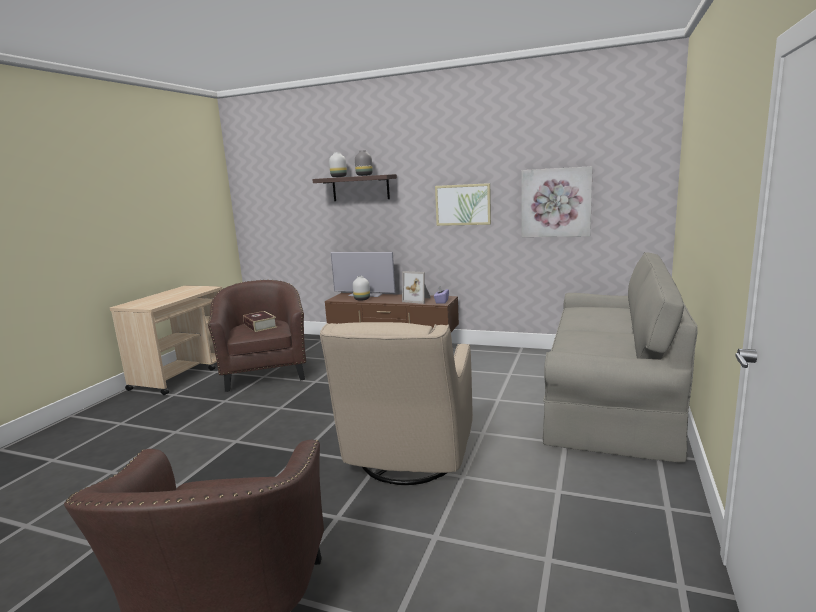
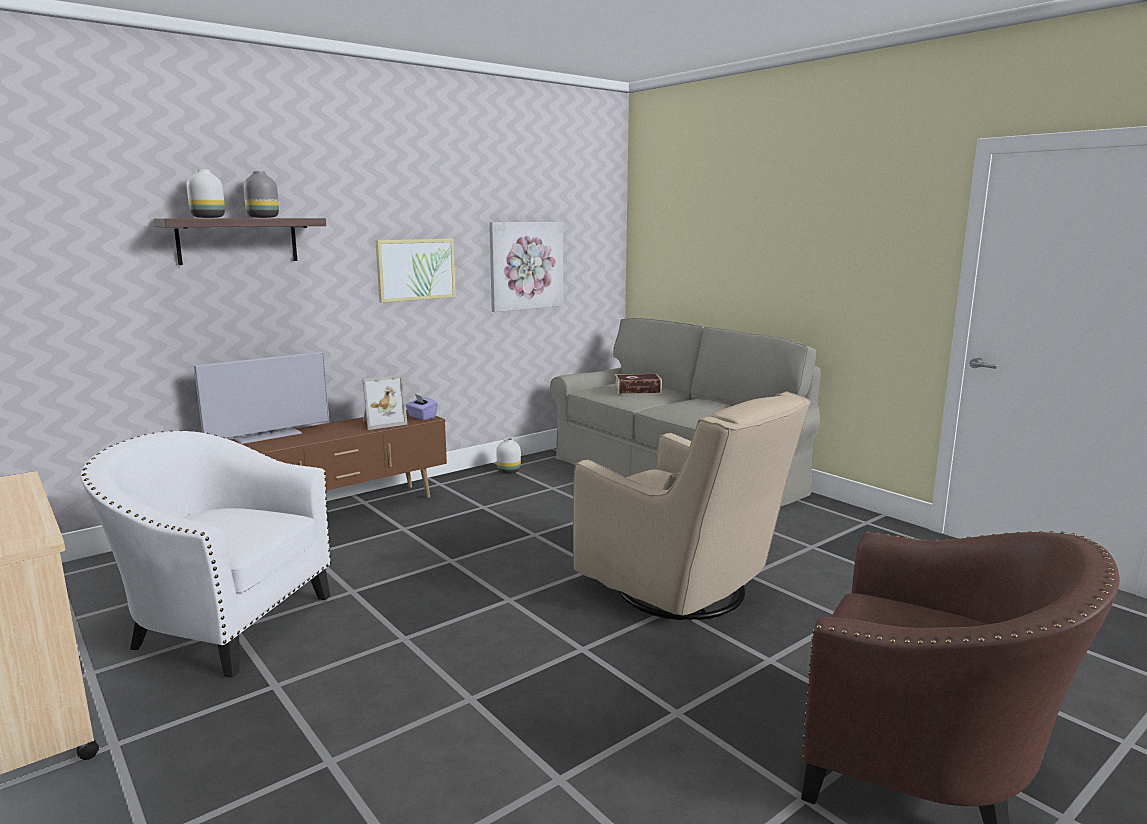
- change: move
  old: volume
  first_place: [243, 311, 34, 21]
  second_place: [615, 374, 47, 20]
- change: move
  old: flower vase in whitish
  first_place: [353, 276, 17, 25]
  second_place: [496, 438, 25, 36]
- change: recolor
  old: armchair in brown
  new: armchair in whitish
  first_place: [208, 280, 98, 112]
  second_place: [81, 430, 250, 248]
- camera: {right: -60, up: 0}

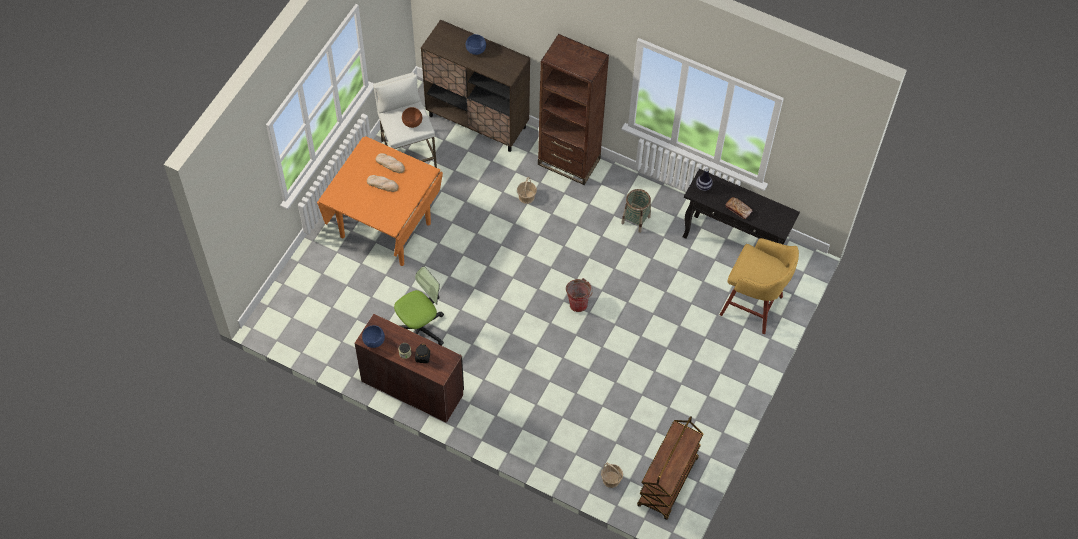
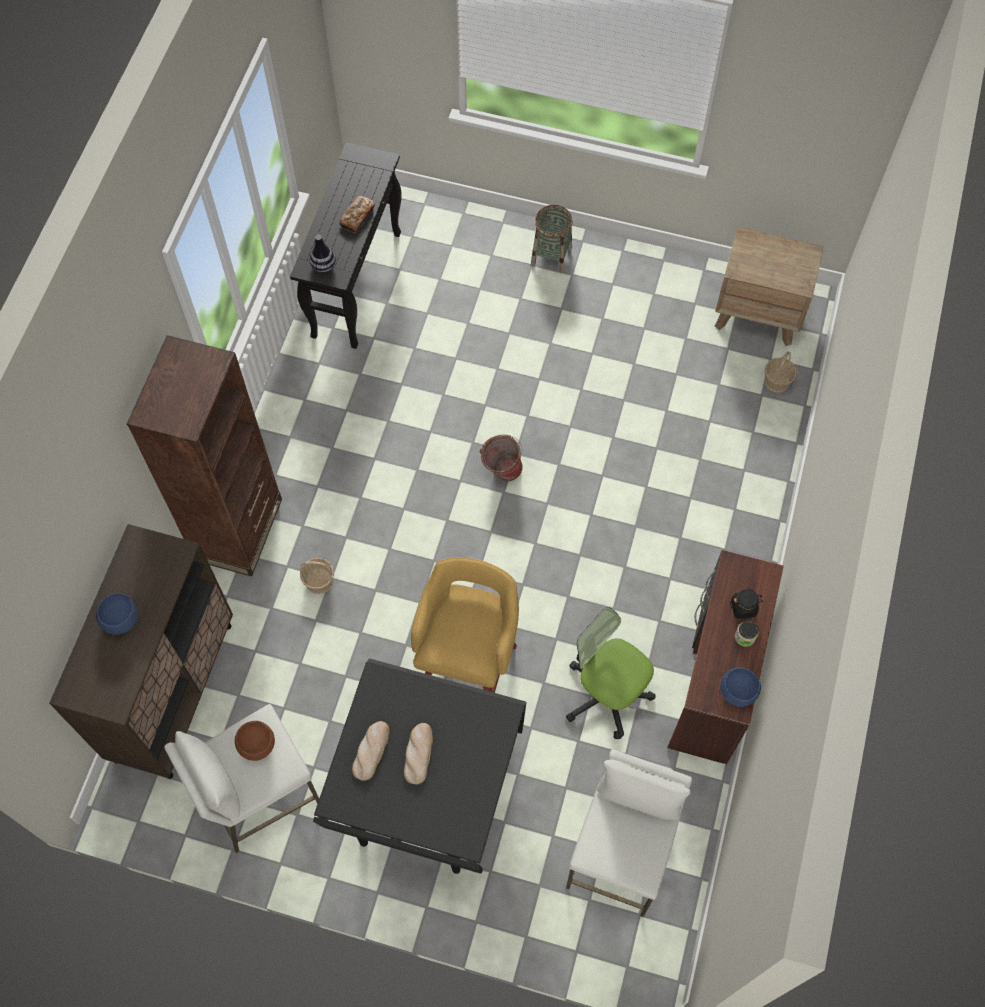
- change: insert
  new: stool seat in whitish
  second_place: [566, 749, 126, 168]
- change: move
  old: storage basket
  first_place: [621, 189, 30, 44]
  second_place: [531, 205, 42, 67]
- change: move
  old: stool seat in yellow-coloured
  first_place: [720, 238, 79, 96]
  second_place: [411, 558, 108, 135]
- change: replace
  old: trolley in brown
  new: night table in brown
  first_place: [637, 416, 67, 104]
  second_place: [715, 227, 109, 119]
- change: recolor
  old: dinner table in orangey
  new: dinner table in black
  first_place: [317, 136, 126, 130]
  second_place: [313, 659, 214, 215]
- camera: {right: -100, up: 5}

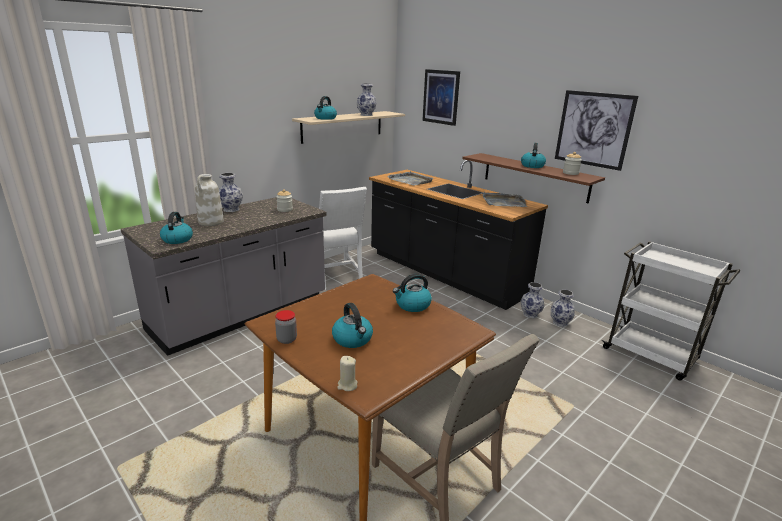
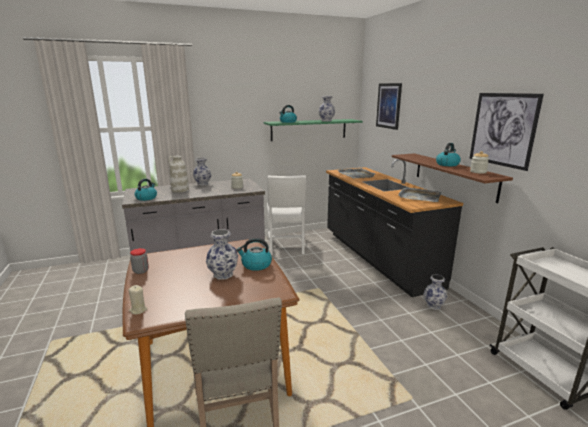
- change: delete
  old: water kettle
  first_place: [332, 303, 41, 45]
- change: move
  old: flower vase
  first_place: [551, 290, 24, 37]
  second_place: [206, 229, 32, 50]
- change: recolor
  old: shelf in beige-coloured
  new: shelf in green-coloured
  first_place: [292, 111, 113, 33]
  second_place: [264, 119, 98, 22]
- camera: {right: 25, up: -5}

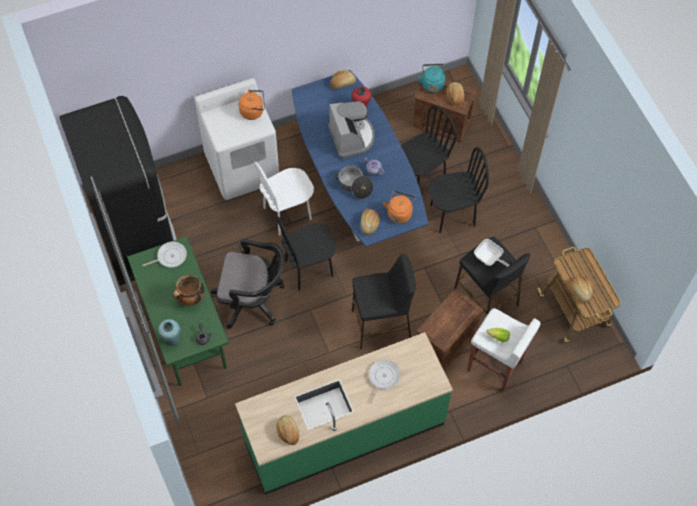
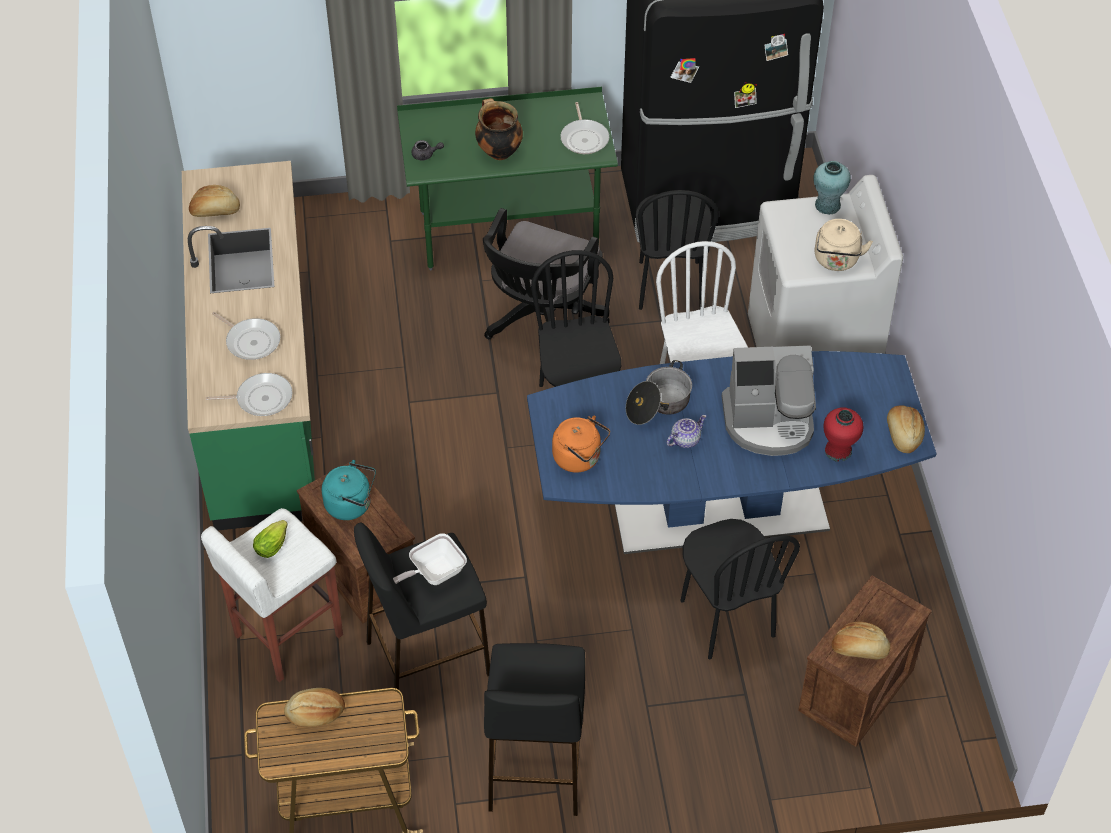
- change: delete
  old: baked bread
  first_place: [361, 209, 19, 26]
- change: insert
  new: pan
  second_place: [206, 373, 86, 43]
- change: move
  old: flower vase in turquoise-coloured
  first_place: [158, 319, 22, 27]
  second_place: [813, 161, 38, 54]
- change: move
  old: stool seat in black
  first_place: [352, 254, 64, 95]
  second_place: [484, 643, 101, 173]
- change: move
  old: water kettle in turquoise-coloured
  first_place: [417, 64, 28, 29]
  second_place: [322, 460, 54, 60]
- change: move
  old: upright chair in black
  first_place: [429, 147, 60, 86]
  second_place: [635, 190, 84, 120]
- change: recolor
  old: water kettle in orangey
  new: water kettle in beige-coloured
  first_place: [239, 89, 26, 31]
  second_place: [815, 219, 58, 52]
- camera: {right: 105, up: -10}

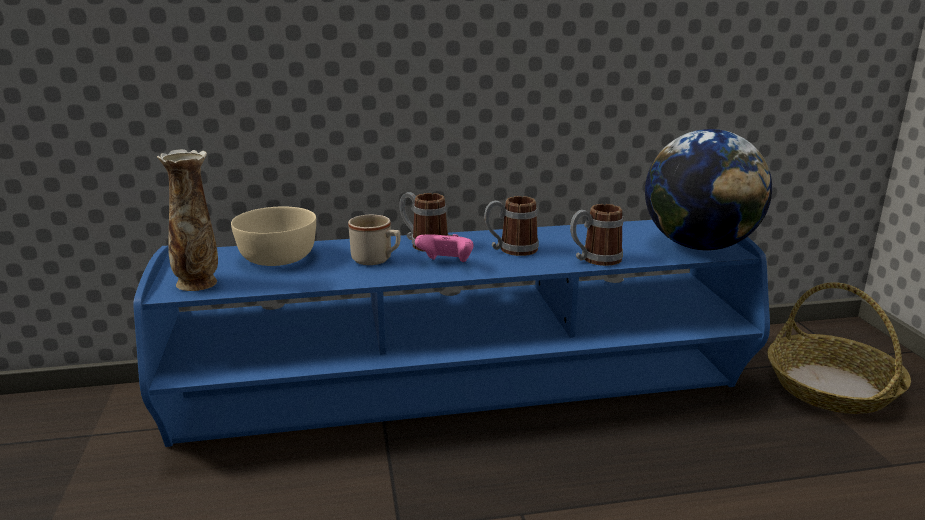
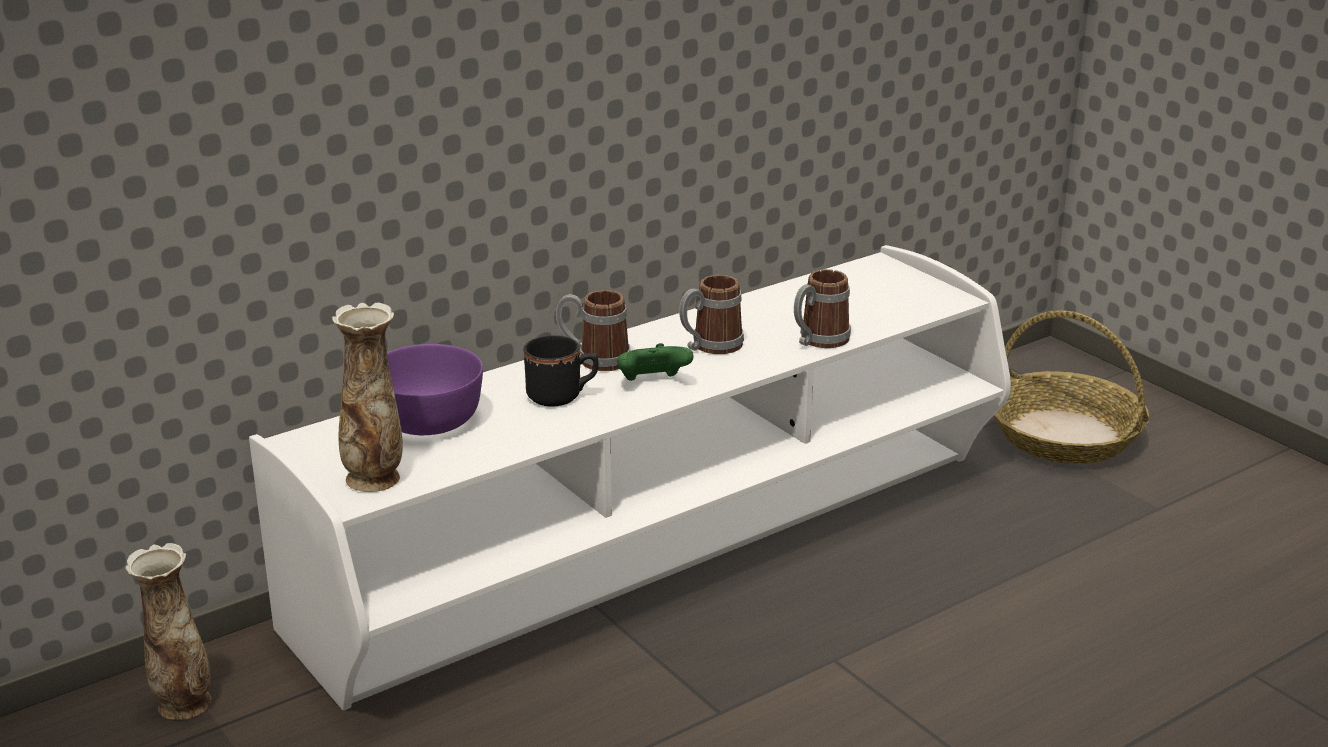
- change: delete
  old: world globe
  first_place: [645, 129, 127, 121]
- change: insert
  new: flower vase
  second_place: [125, 543, 86, 177]
- change: recolor
  old: media console in blue-coloured
  new: media console in whitish
  first_place: [133, 220, 637, 227]
  second_place: [249, 245, 762, 466]
- change: recolor
  old: bowl in beige-coloured
  new: bowl in purple-coloured
  first_place: [231, 207, 85, 59]
  second_place: [387, 344, 96, 91]
- change: recolor
  old: tea mug in beige-coloured
  new: tea mug in black
  first_place: [348, 215, 52, 50]
  second_place: [524, 335, 74, 72]
- change: recolor
  old: joypad in pink-coloured
  new: joypad in green-coloured
  first_place: [415, 234, 59, 28]
  second_place: [617, 343, 77, 38]
- camera: {right: -25, up: 5}

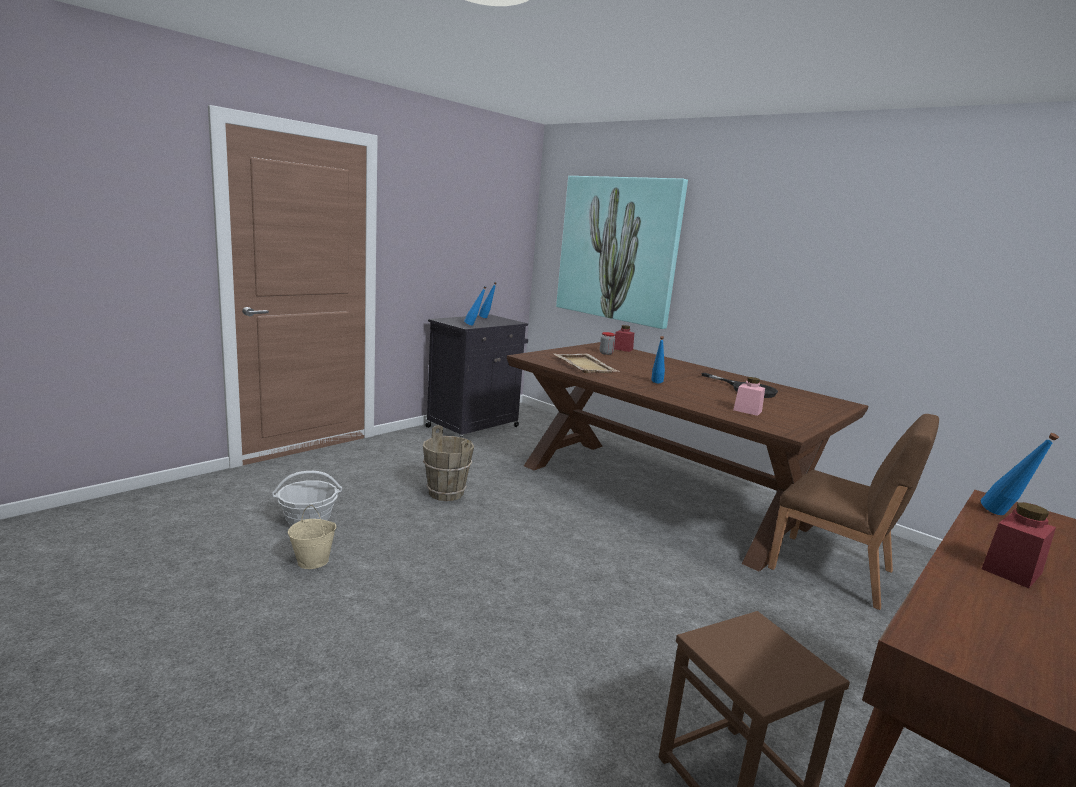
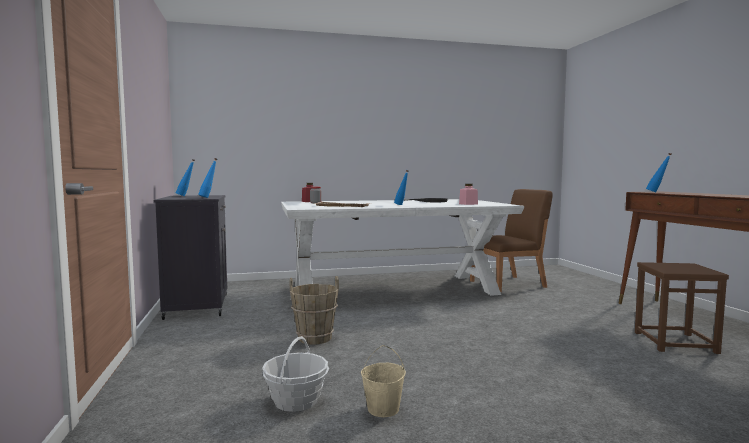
- change: delete
  old: picture
  first_place: [556, 176, 132, 153]
- change: delete
  old: storage jar in red-coloured
  first_place: [982, 502, 74, 86]
- change: recolor
  old: dinner table in brown
  new: dinner table in whitish
  first_place: [507, 342, 361, 230]
  second_place: [281, 199, 243, 97]
- camera: {right: -55, up: -10}

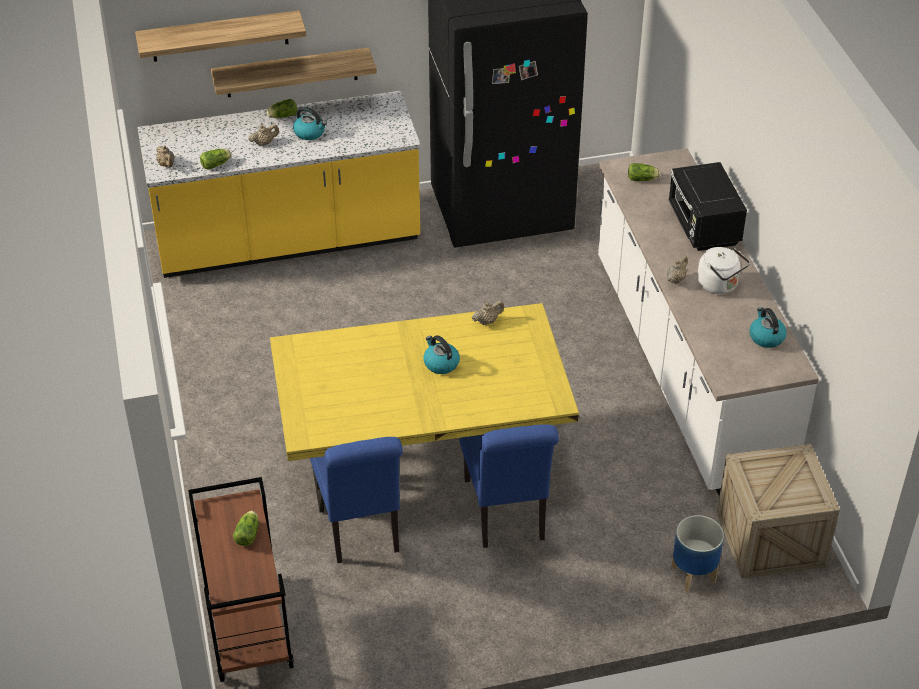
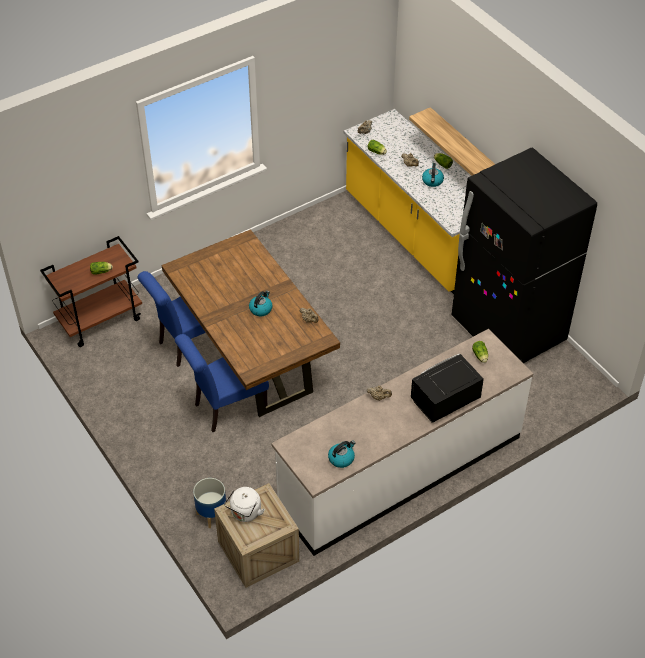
- change: delete
  old: shelf
  first_place: [135, 10, 171, 52]
- change: move
  old: water kettle in whitish
  first_place: [697, 247, 53, 47]
  second_place: [224, 487, 41, 35]
- change: recolor
  old: dinner table in yellow-coloured
  new: dinner table in brown
  first_place: [270, 303, 309, 210]
  second_place: [161, 229, 179, 188]
- camera: {right: 70, up: 5}

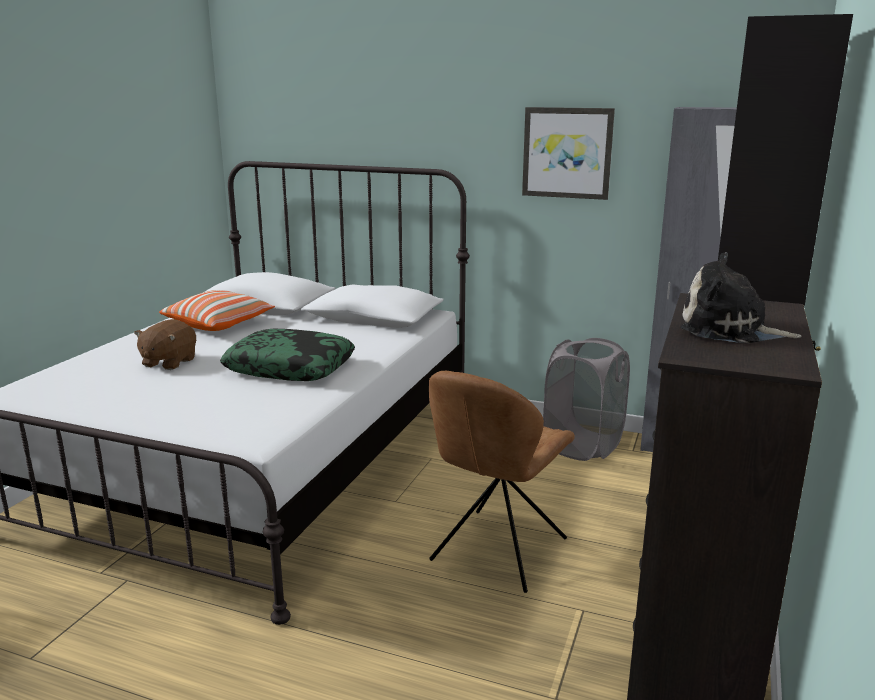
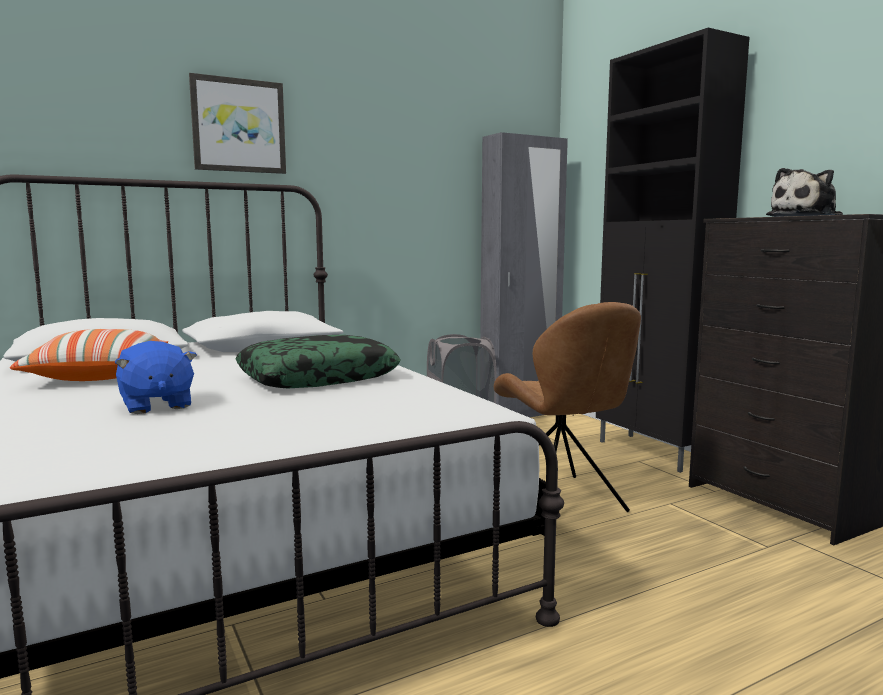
- change: move
  old: picture
  first_place: [522, 107, 93, 93]
  second_place: [189, 73, 97, 101]
- change: recolor
  old: plush toy in brown
  new: plush toy in blue-coloured
  first_place: [134, 319, 62, 51]
  second_place: [115, 341, 82, 73]
- camera: {right: -50, up: -10}

